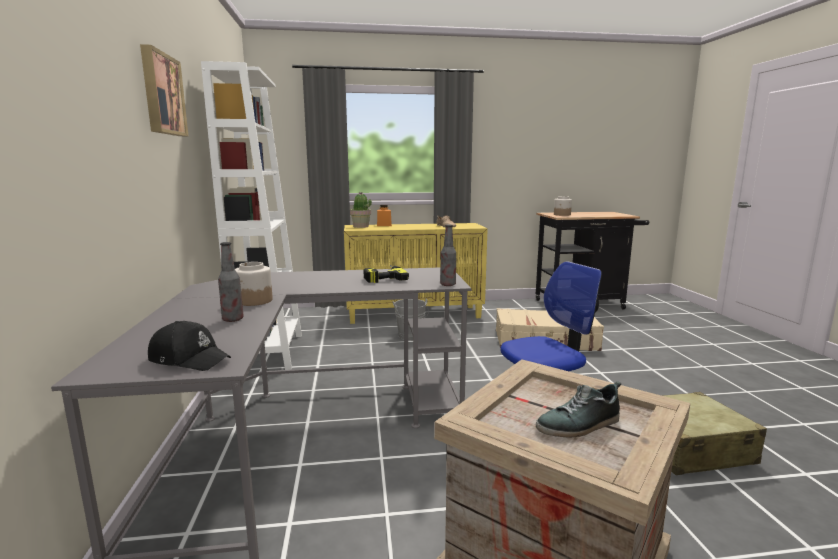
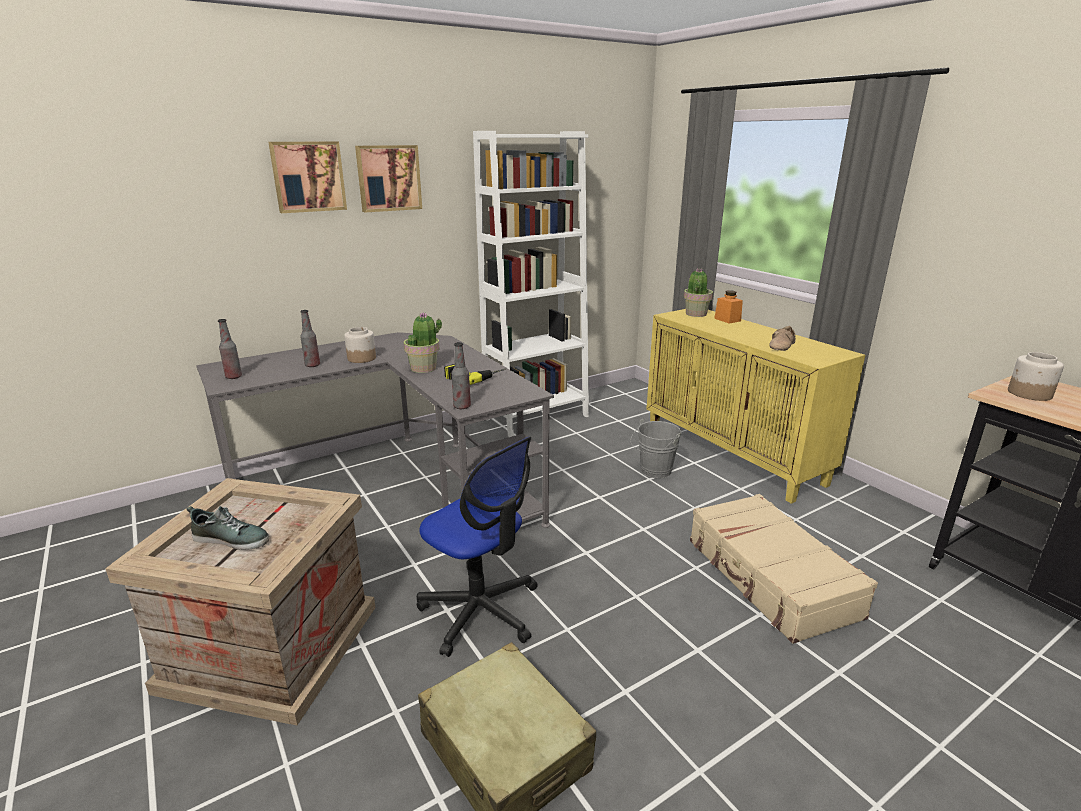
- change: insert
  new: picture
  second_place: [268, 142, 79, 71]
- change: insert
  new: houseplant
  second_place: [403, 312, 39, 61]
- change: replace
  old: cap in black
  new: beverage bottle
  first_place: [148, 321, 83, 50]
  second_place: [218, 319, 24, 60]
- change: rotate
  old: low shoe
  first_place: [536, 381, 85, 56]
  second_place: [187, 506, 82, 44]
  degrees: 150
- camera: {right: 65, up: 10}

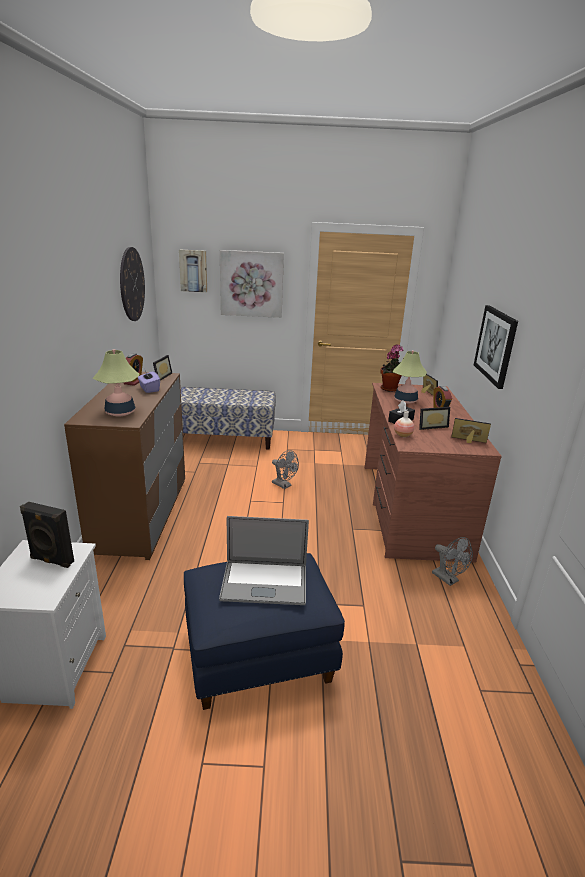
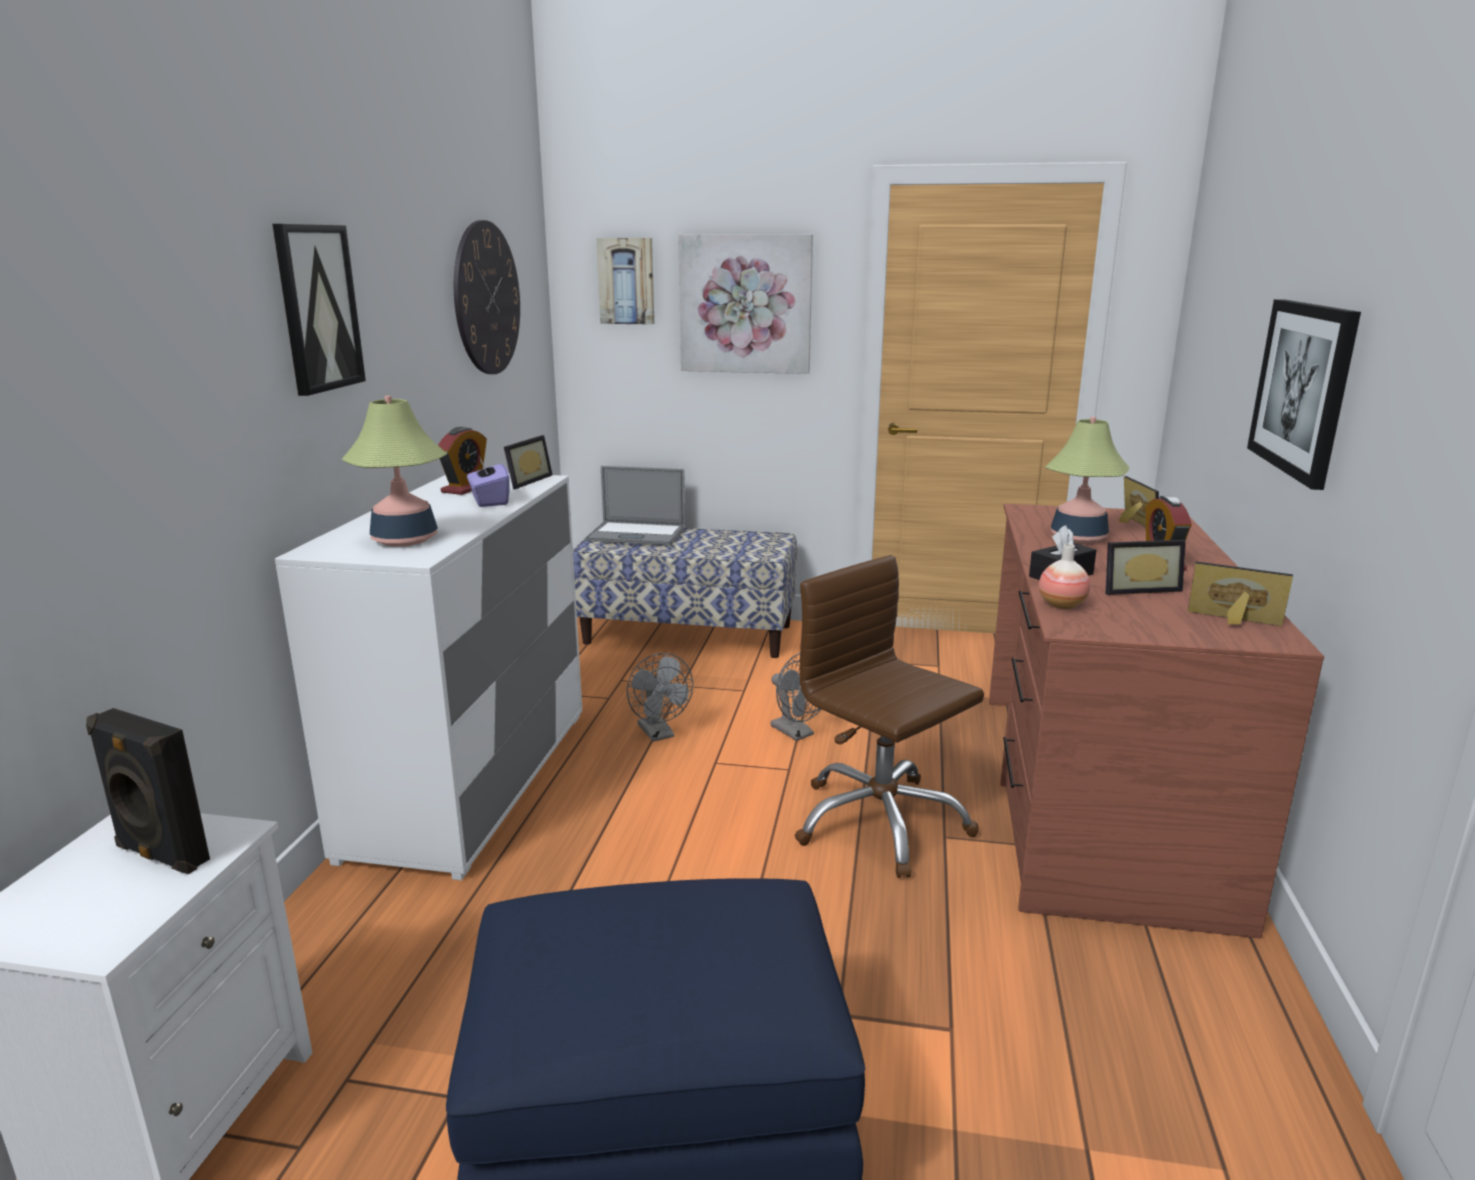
- change: delete
  old: houseplant
  first_place: [381, 344, 23, 48]
- change: insert
  new: picture
  second_place: [272, 224, 94, 172]
- change: insert
  new: desk chair in brown
  second_place: [795, 555, 189, 323]
- change: move
  old: portable computer
  first_place: [219, 516, 90, 89]
  second_place: [585, 466, 100, 79]
- change: move
  old: cooling fan in greyish
  first_place: [432, 537, 41, 49]
  second_place: [627, 653, 66, 89]
- change: recolor
  old: drawer chest in brown
  new: drawer chest in whitish
  first_place: [64, 372, 121, 188]
  second_place: [275, 473, 307, 407]
- camera: {right: 10, up: -5}

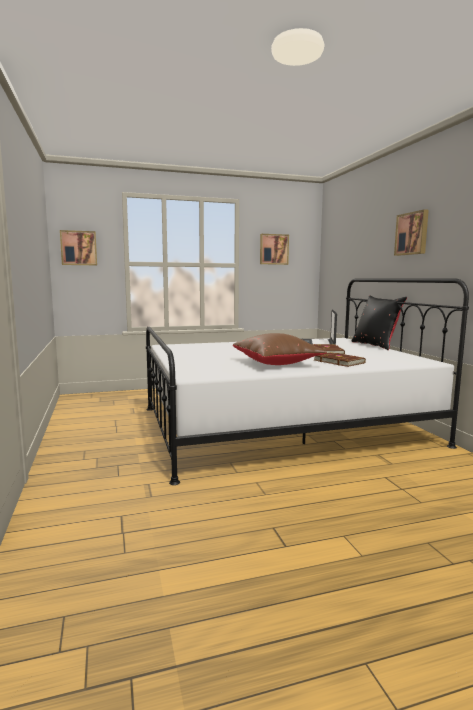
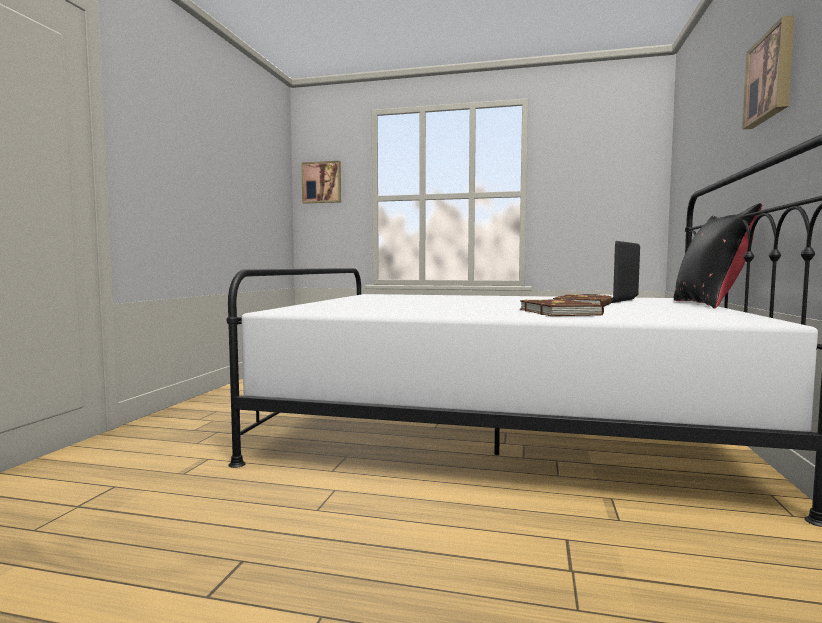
- change: delete
  old: cushion in brown
  first_place: [233, 333, 94, 32]
- change: delete
  old: picture
  first_place: [260, 234, 29, 31]
- camera: {right: 30, up: -5}

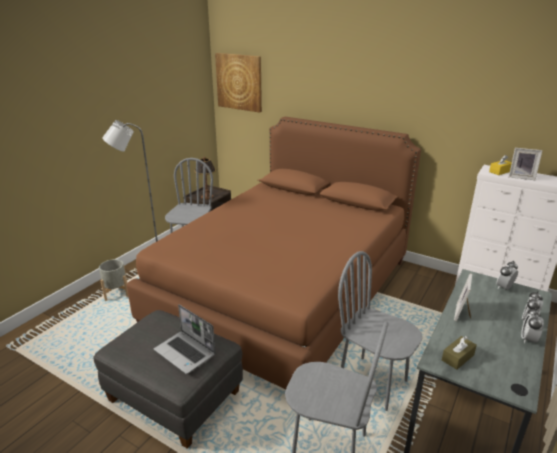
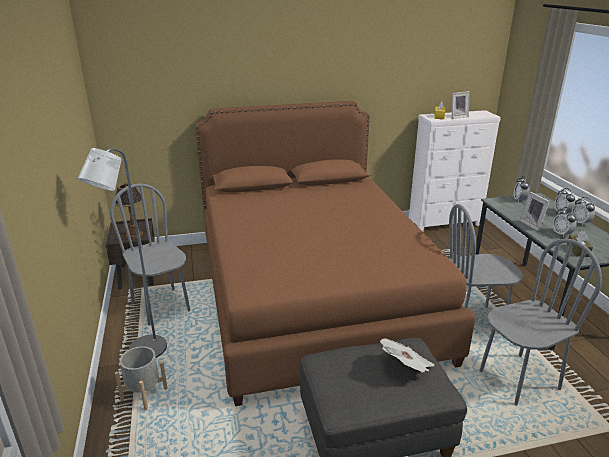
- change: delete
  old: picture
  first_place: [215, 53, 47, 60]
- change: insert
  new: alarm clock
  second_place: [553, 207, 23, 30]
- change: replace
  old: portable computer
  new: newspaper
  first_place: [154, 305, 62, 69]
  second_place: [380, 338, 54, 35]
- camera: {right: -45, up: 0}

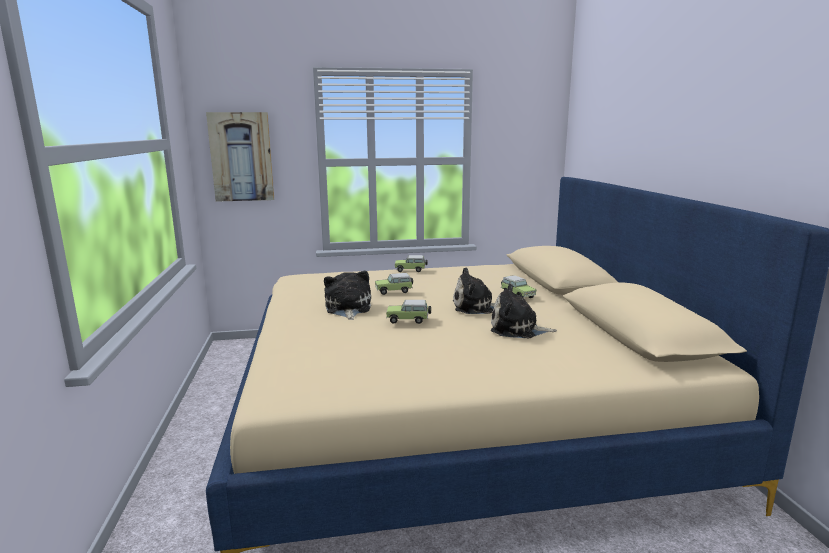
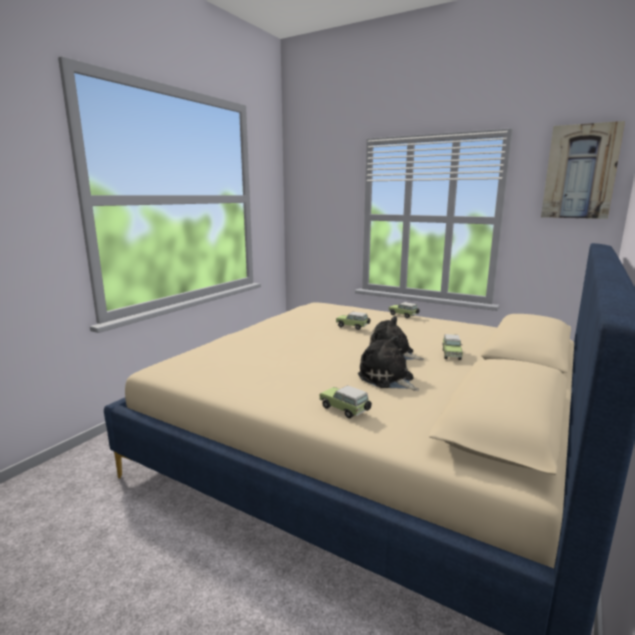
- change: delete
  old: plush toy
  first_place: [324, 271, 47, 49]
- change: move
  old: picture
  first_place: [206, 112, 68, 90]
  second_place: [541, 121, 84, 98]
- change: move
  old: model car
  first_place: [386, 300, 45, 24]
  second_place: [320, 385, 52, 33]
- camera: {right: 40, up: 0}

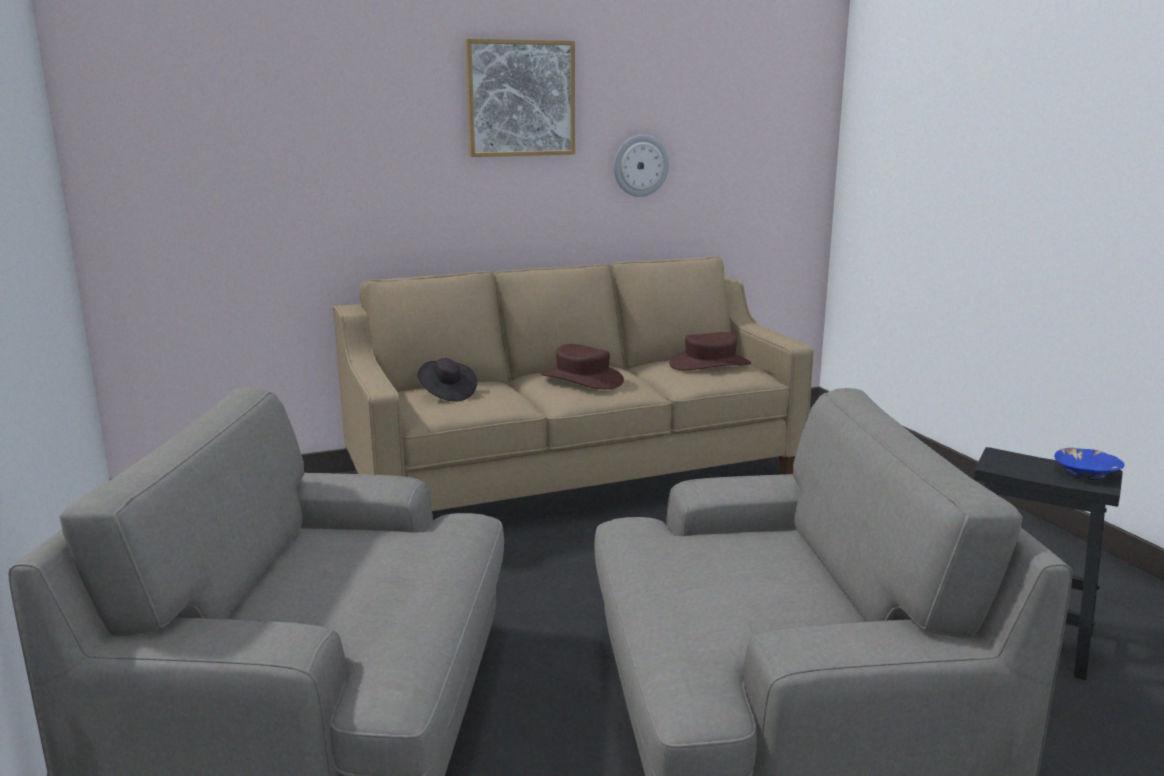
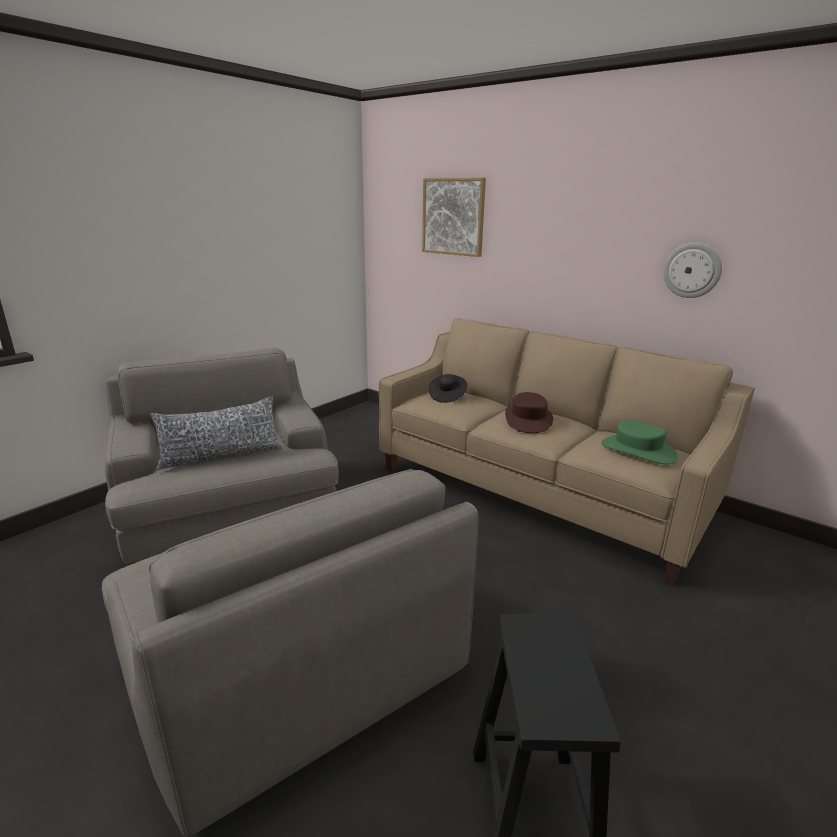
- change: delete
  old: bowl in blue-coloured
  first_place: [1054, 448, 71, 32]
- change: insert
  new: cushion
  second_place: [150, 396, 132, 74]
- change: move
  old: picture
  first_place: [465, 39, 110, 118]
  second_place: [422, 178, 64, 79]
- change: recolor
  old: clothing hat in brown
  new: clothing hat in green-coloured
  first_place: [669, 332, 82, 38]
  second_place: [601, 420, 77, 44]
- camera: {right: 60, up: 5}

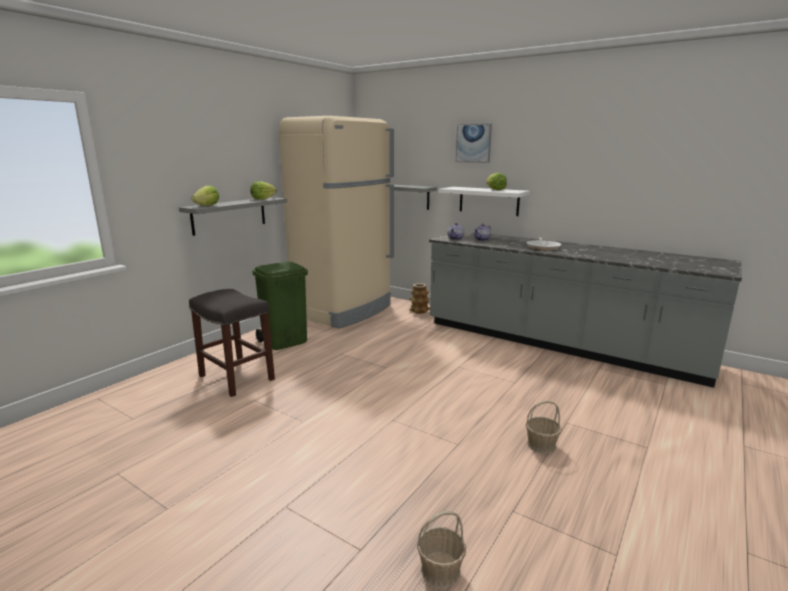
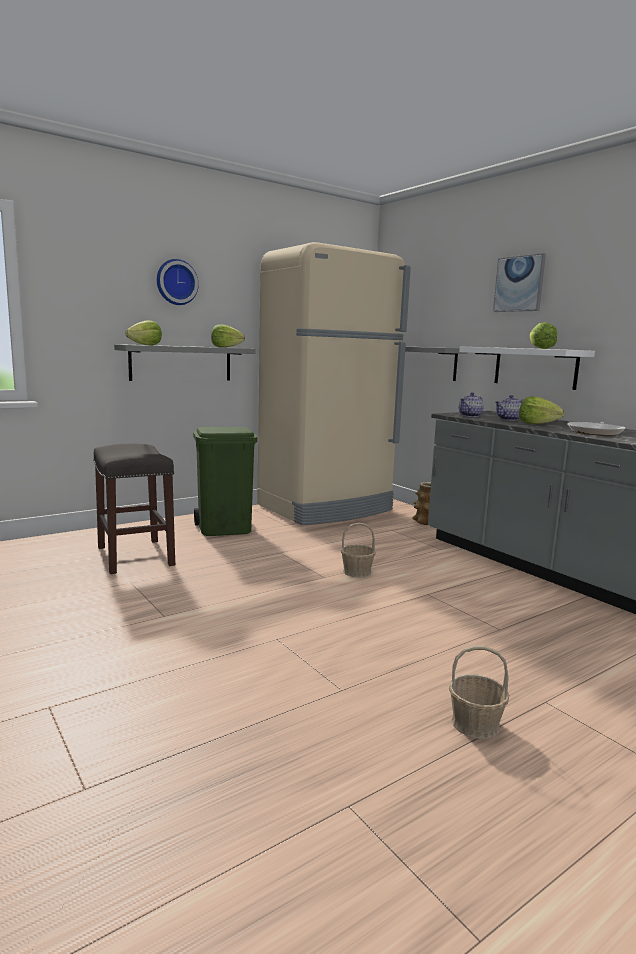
- change: insert
  new: hanging clock
  second_place: [157, 259, 42, 46]
- change: insert
  new: head of lettuce
  second_place: [519, 397, 45, 27]
- change: move
  old: storage basket
  first_place: [417, 511, 49, 77]
  second_place: [341, 523, 35, 55]
- camera: {right: 20, up: -5}

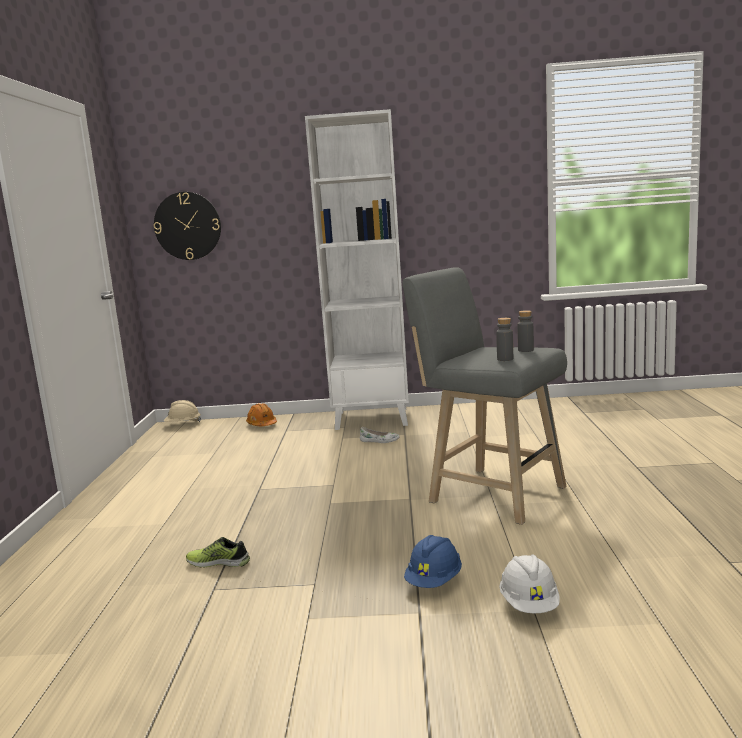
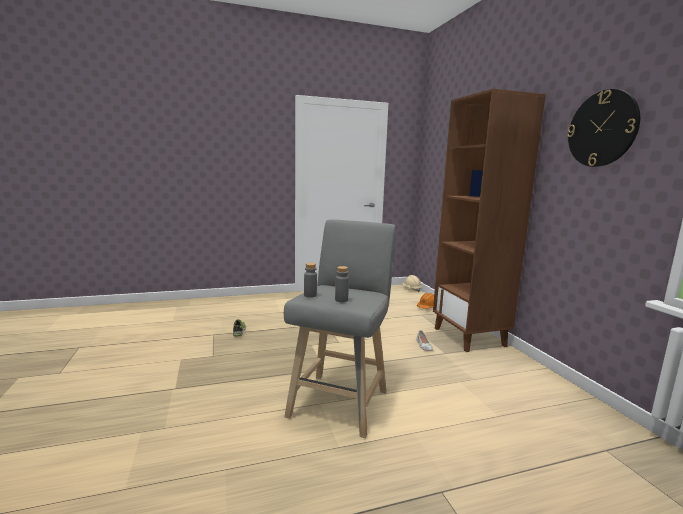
- change: delete
  old: safety helmet in blue-coloured
  first_place: [404, 535, 58, 53]
- change: delete
  old: safety helmet in whitish
  first_place: [499, 554, 60, 59]
- change: move
  old: hanging clock
  first_place: [154, 192, 67, 68]
  second_place: [567, 89, 73, 78]
- change: recolor
  old: bookshelf in whitish
  new: bookshelf in brown
  first_place: [305, 109, 104, 321]
  second_place: [433, 89, 113, 263]
- camera: {right: 70, up: 0}

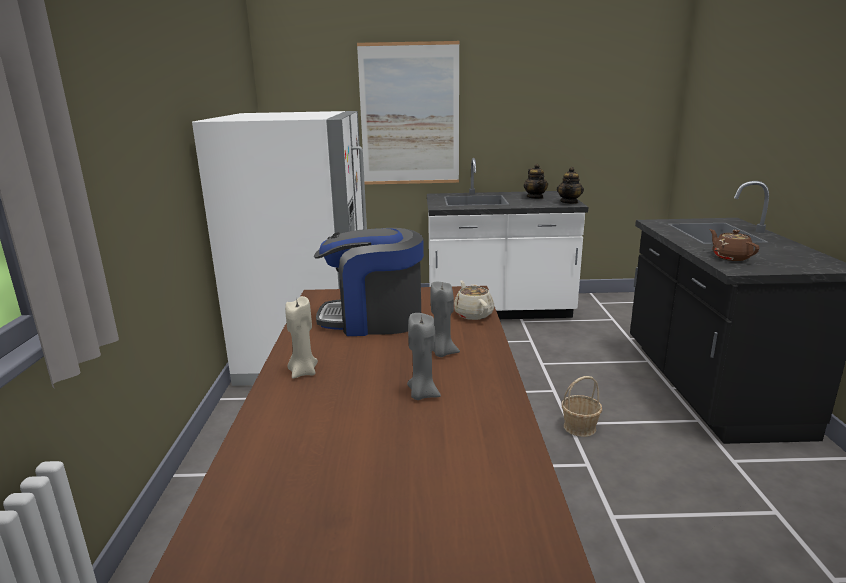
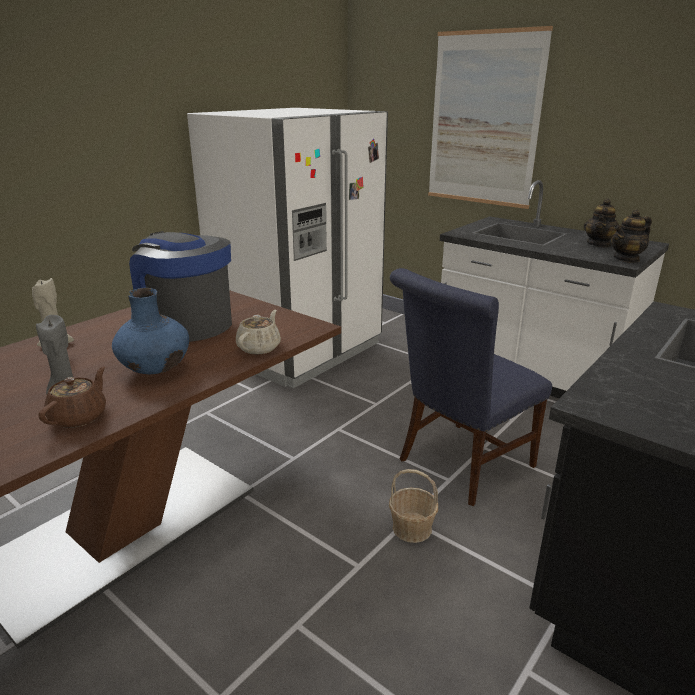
- change: insert
  new: upright chair in blue-coloured
  second_place: [390, 268, 162, 238]
- change: move
  old: tea pot in brown
  first_place: [709, 229, 50, 32]
  second_place: [39, 366, 67, 62]
- change: replace
  old: wax light in greyish
  new: flower vase in blue-coloured
  first_place: [430, 282, 30, 75]
  second_place: [112, 288, 77, 86]
- camera: {right: 40, up: 5}

